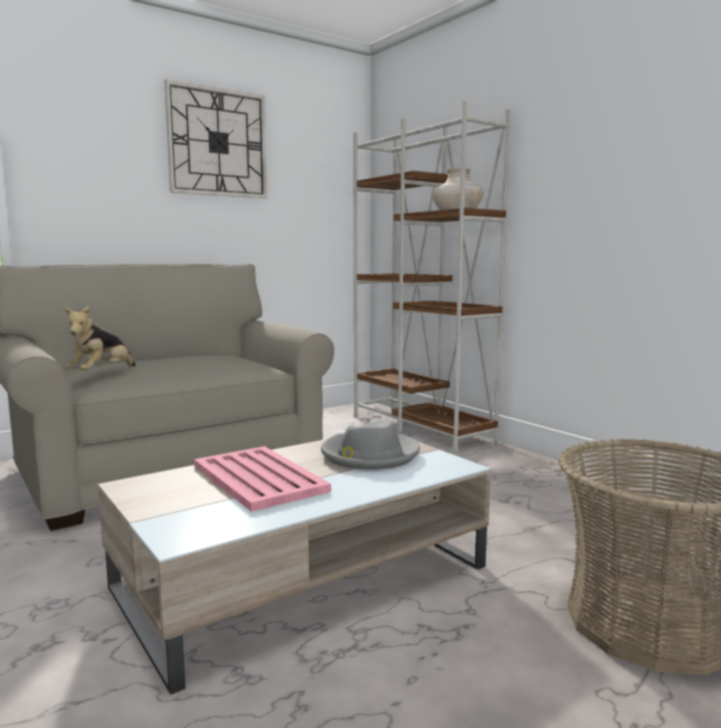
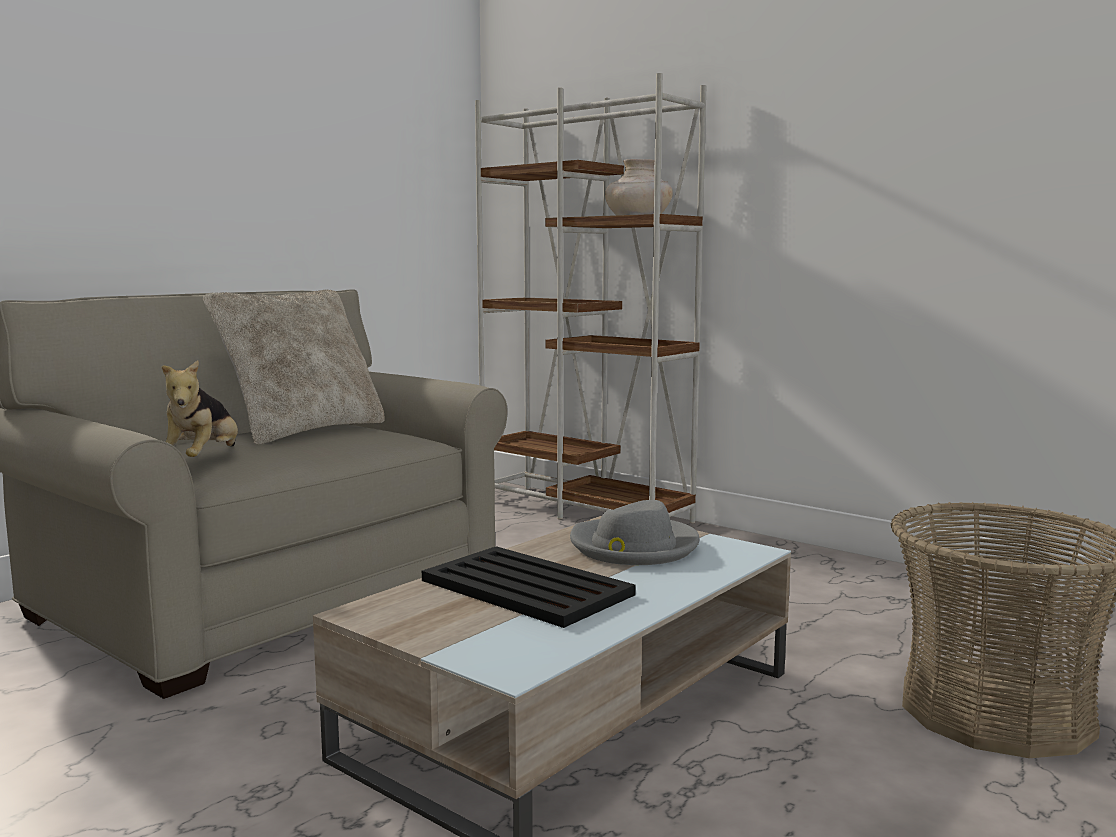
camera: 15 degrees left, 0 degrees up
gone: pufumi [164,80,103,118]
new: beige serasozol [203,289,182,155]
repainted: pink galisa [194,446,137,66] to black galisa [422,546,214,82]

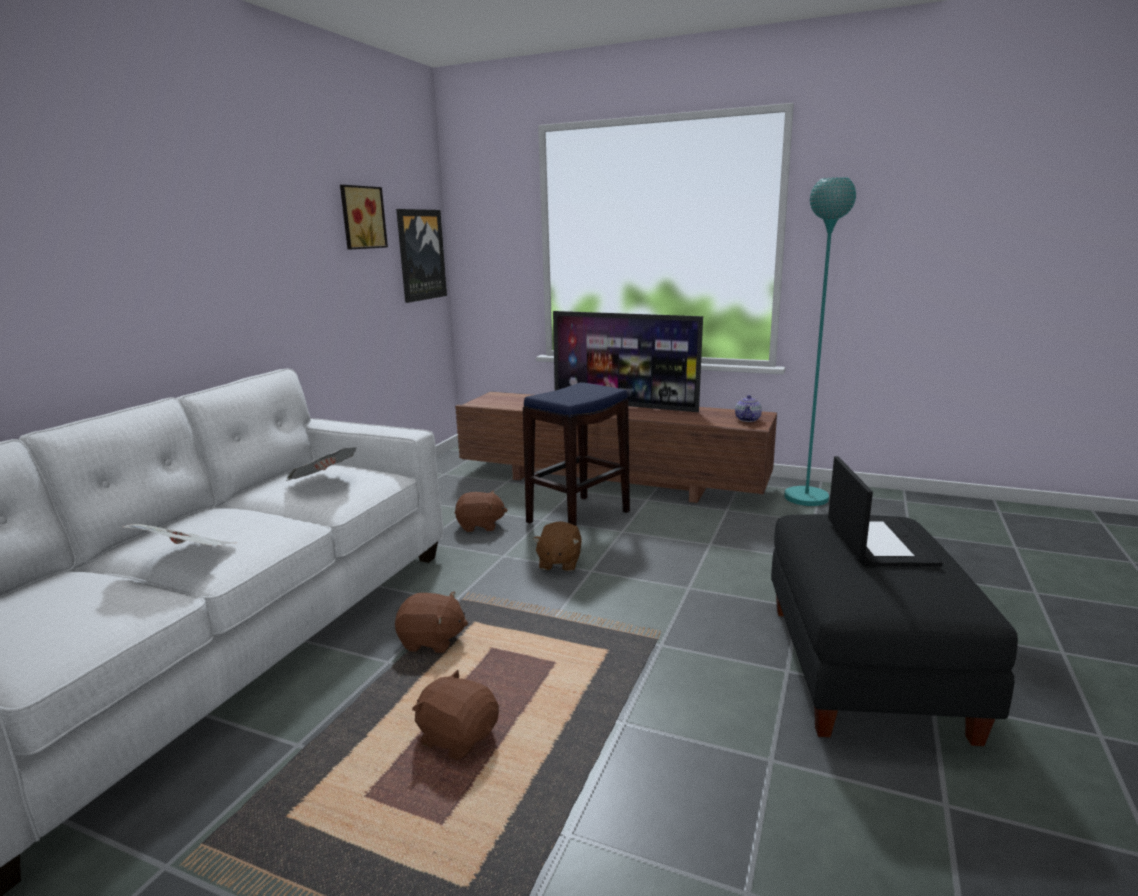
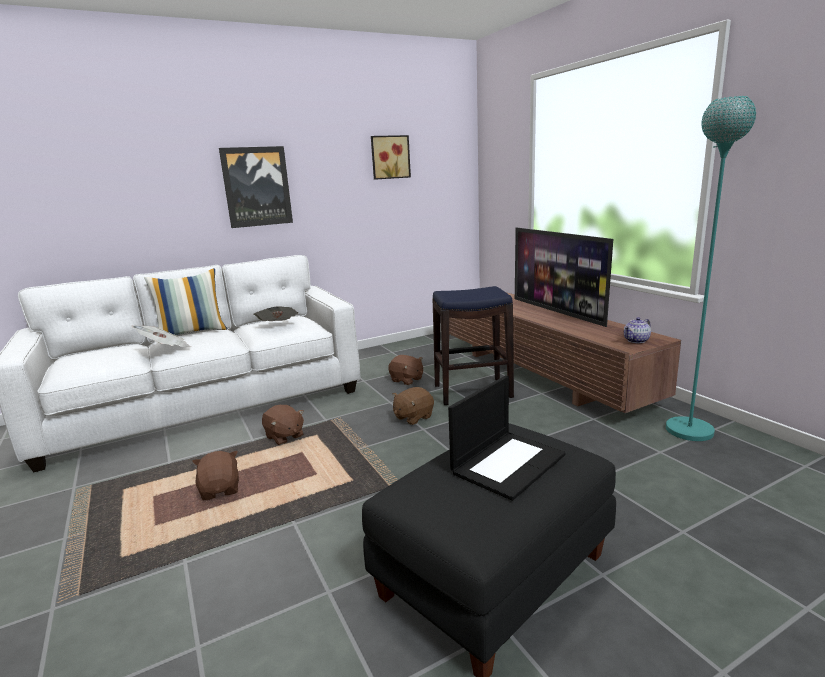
camera: 40 degrees right, 0 degrees up
new: serasozol [144,268,83,67]
shifted: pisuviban [396,209,51,94] to [219,146,74,82]

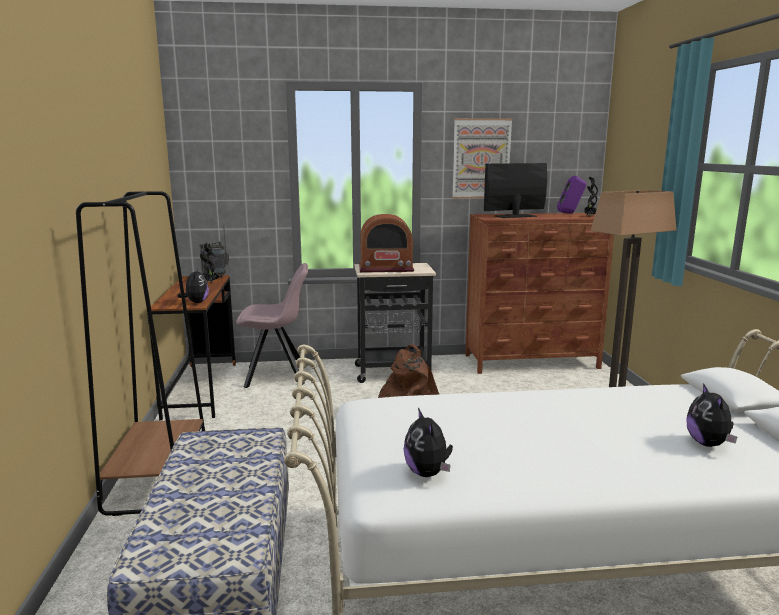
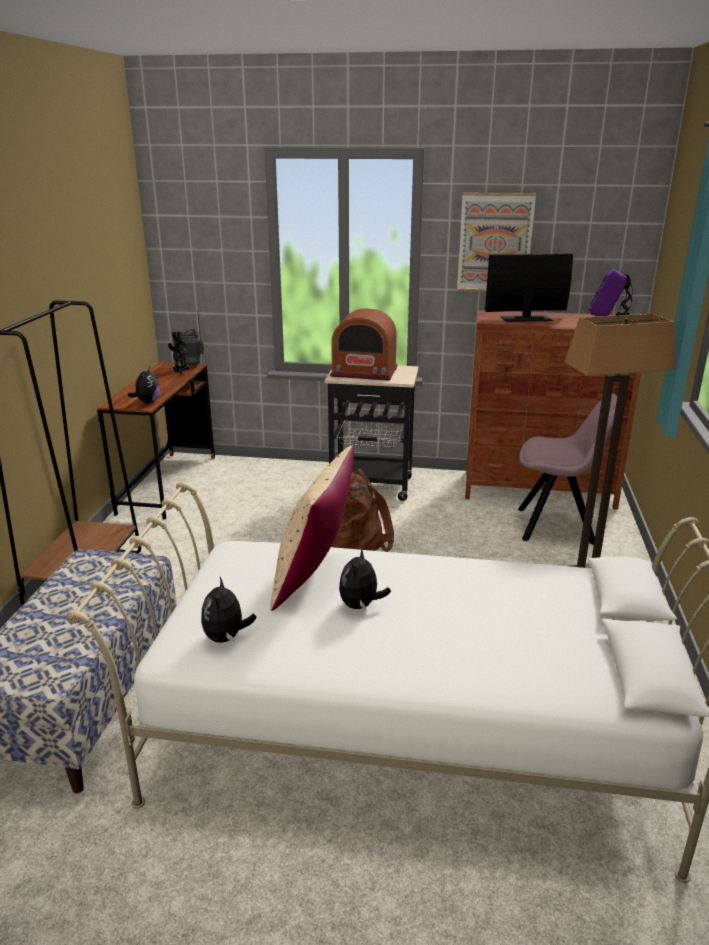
camera: 15 degrees right, 10 degrees up
new: beige serasozol [270,446,84,165]
shifted: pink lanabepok [236,263,72,125] to [518,393,99,152]; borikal [686,383,51,64] to [339,548,52,62]

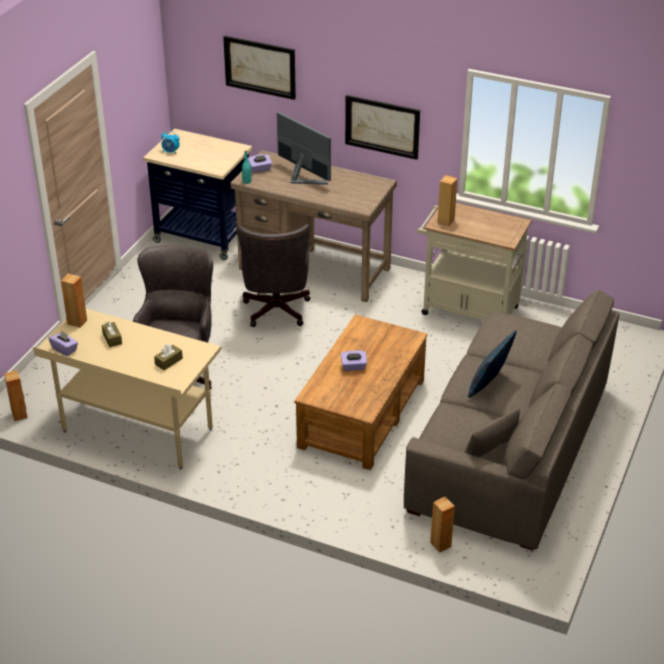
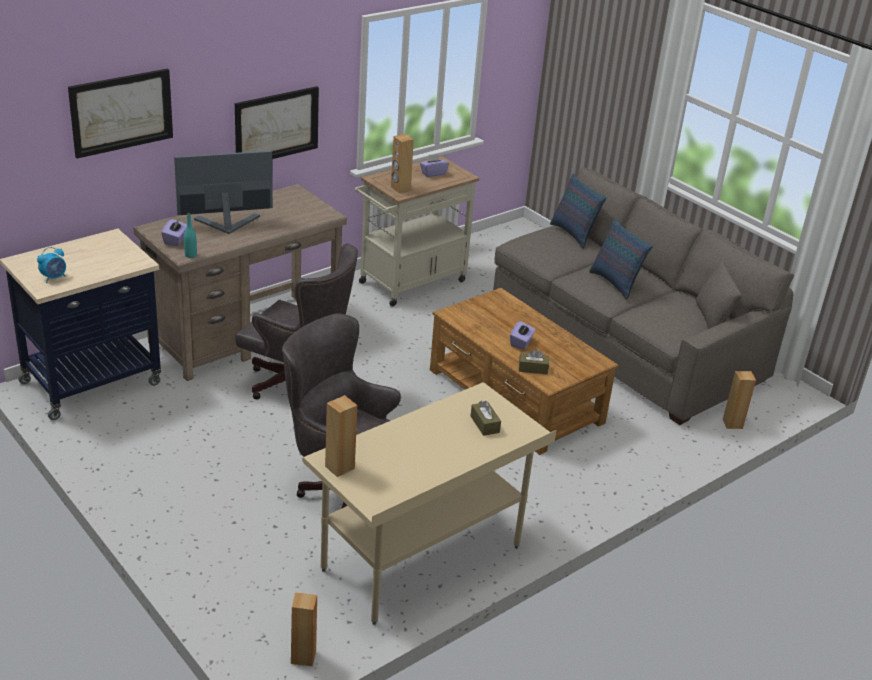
camera: 65 degrees left, 5 degrees down
new: blue serasozol [550,174,57,74]
shifted: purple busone [49,331,29,25] to [420,154,29,23]; brown busone [102,322,20,25] to [519,349,30,25]

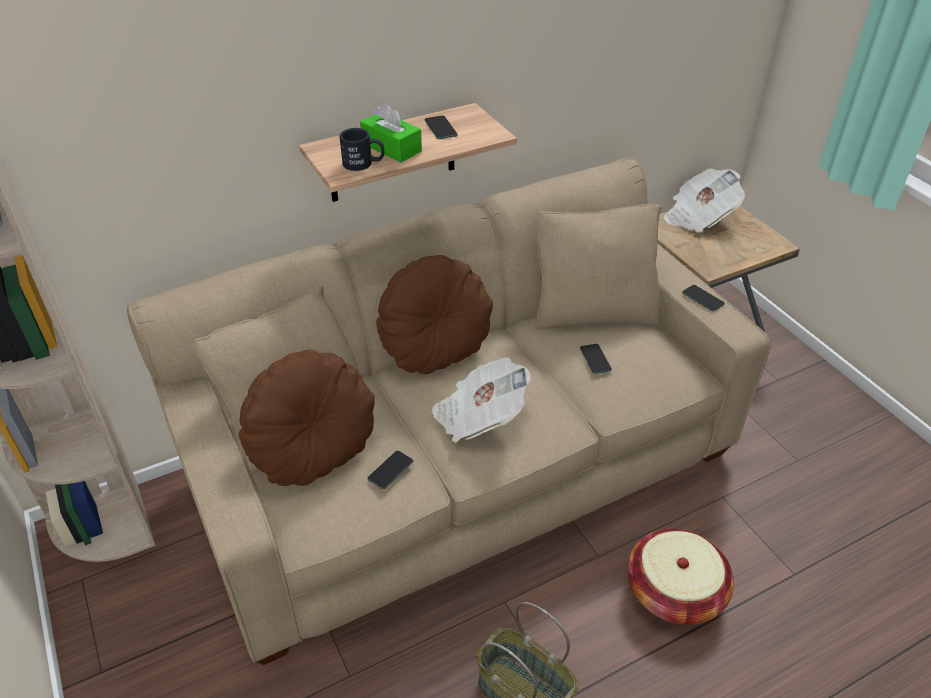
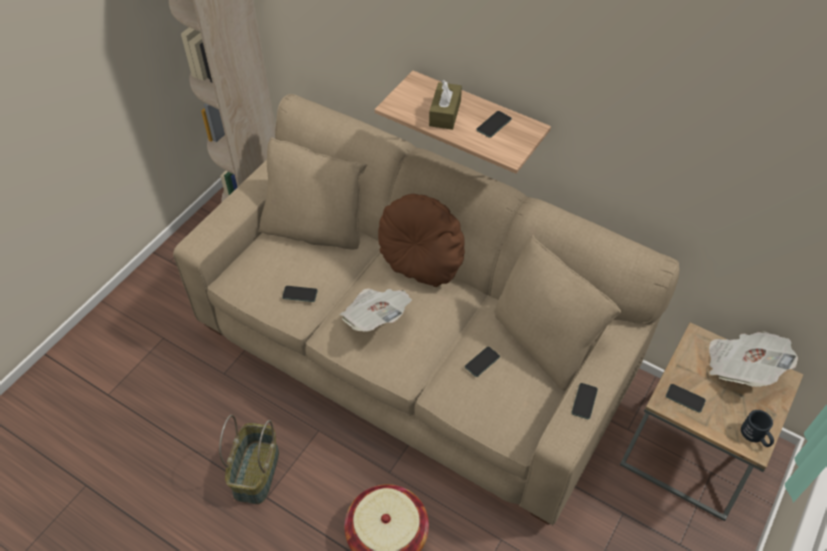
camera: 60 degrees right, 10 degrees up
gone: brown serasozol [239,350,136,136]
new: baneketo [666,384,40,29]
shifted: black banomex [339,128,45,43] to [741,410,33,37]
repainted: green busone [360,103,62,59] to brown busone [429,80,33,50]

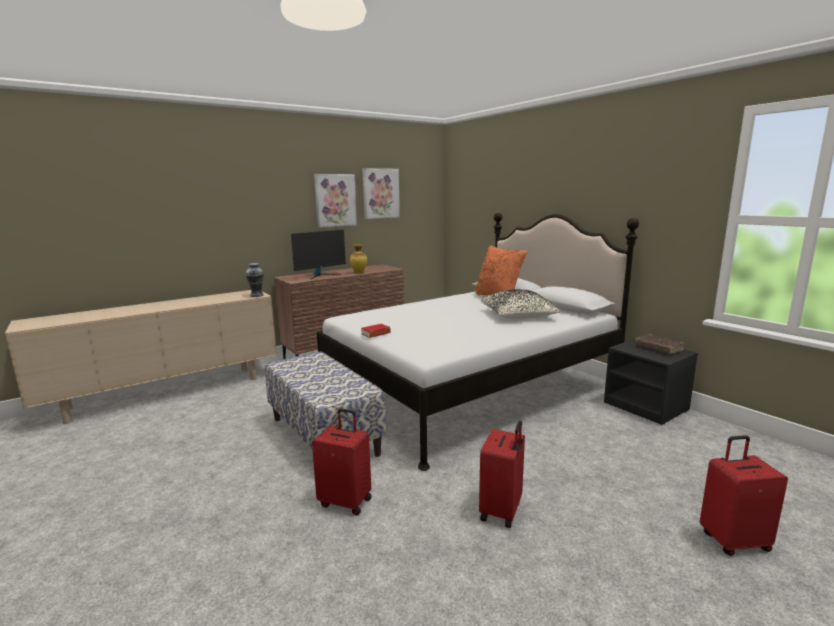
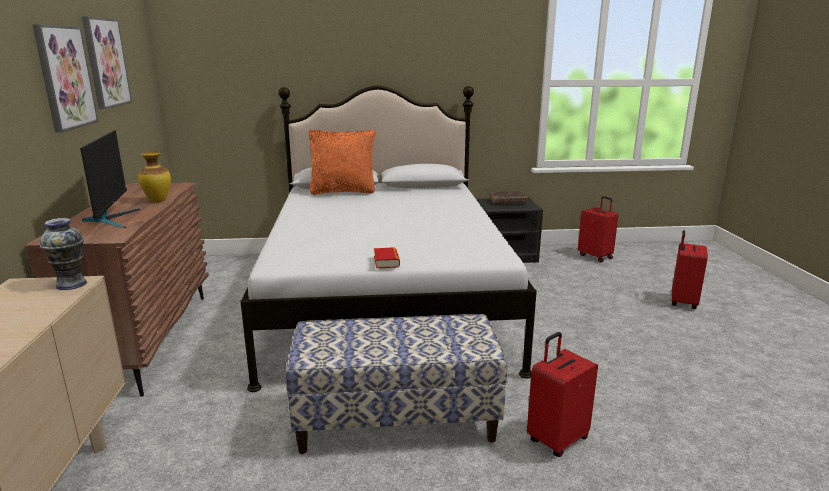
camera: 60 degrees left, 5 degrees up
gone: beige serasozol [481,289,79,30]
shifted: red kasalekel [479,420,46,108] to [578,196,40,66]

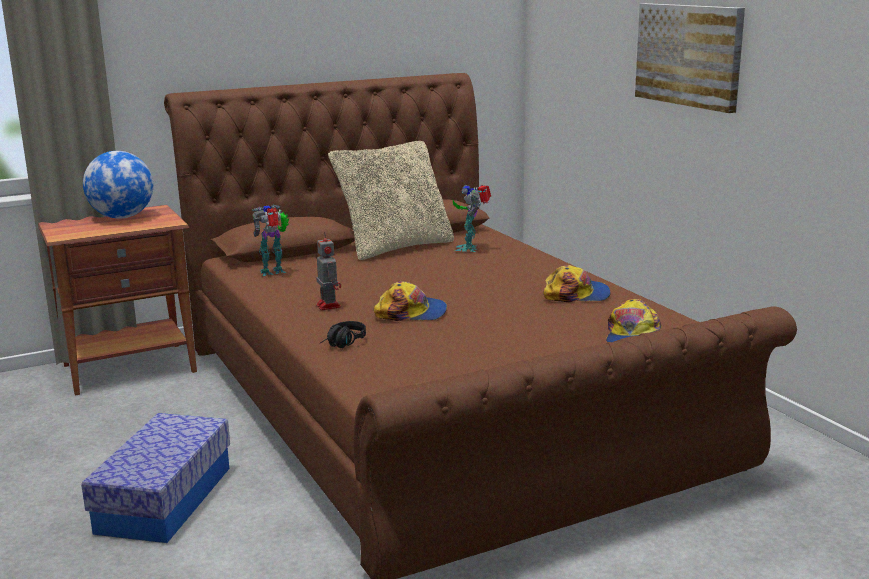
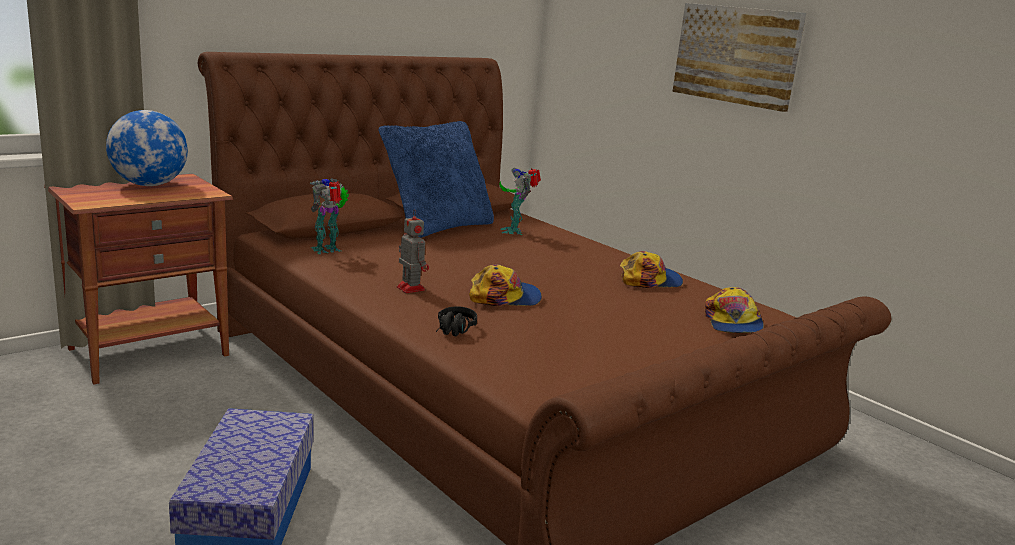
camera: 15 degrees left, 0 degrees up
repainted: beige serasozol [328,141,126,119] to blue serasozol [379,121,115,117]

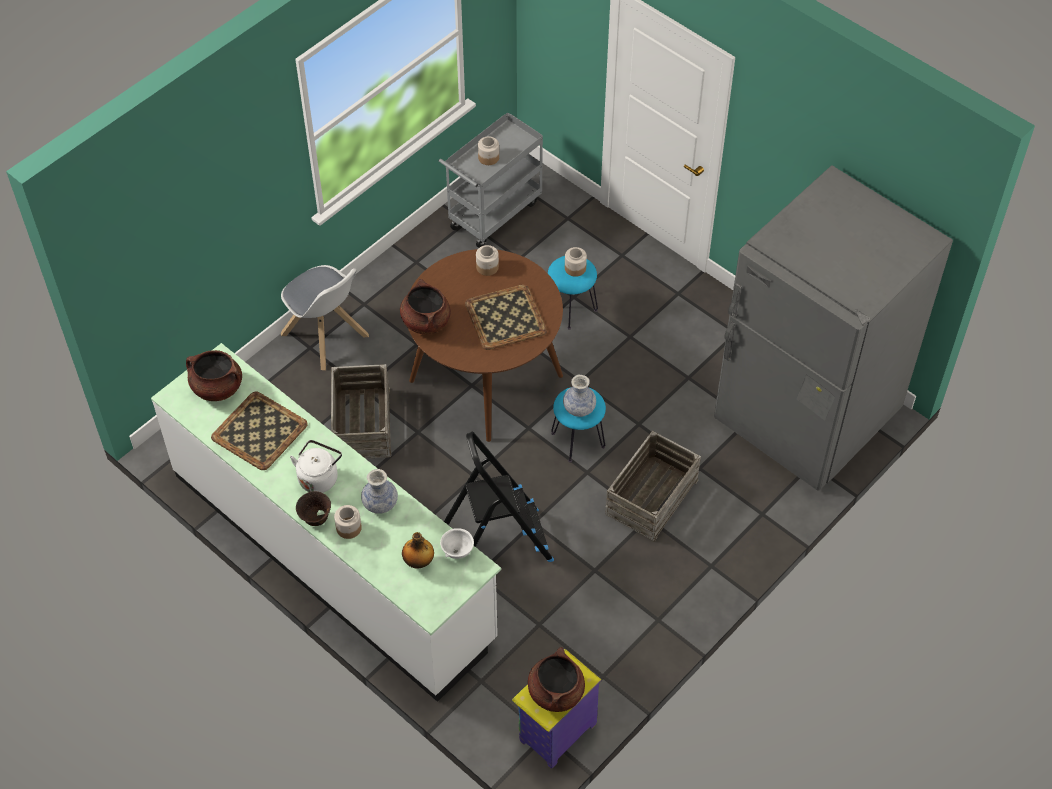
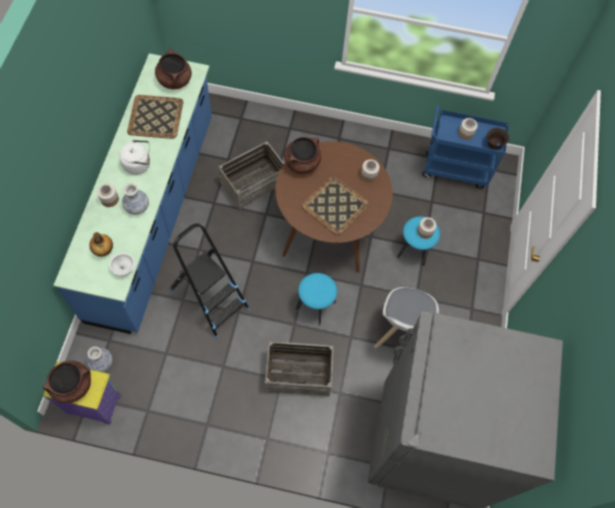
camera: 55 degrees right, 10 degrees up
shifted: lanabepok [281,265,88,105] to [374,287,65,62]; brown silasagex [296,491,35,35] to [486,127,23,23]; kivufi [563,374,33,43] to [87,346,26,26]
repainted: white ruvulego [151,343,350,359] to blue ruvulego [54,53,158,281]; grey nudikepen [439,112,104,136] to blue nudikepen [422,105,87,83]

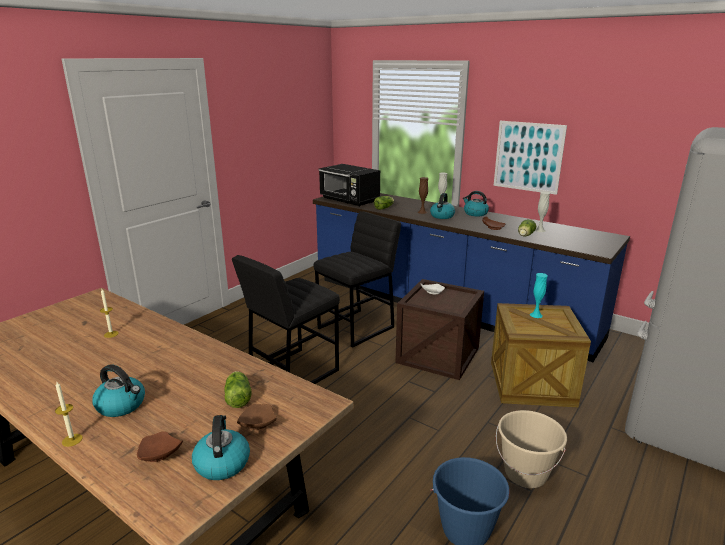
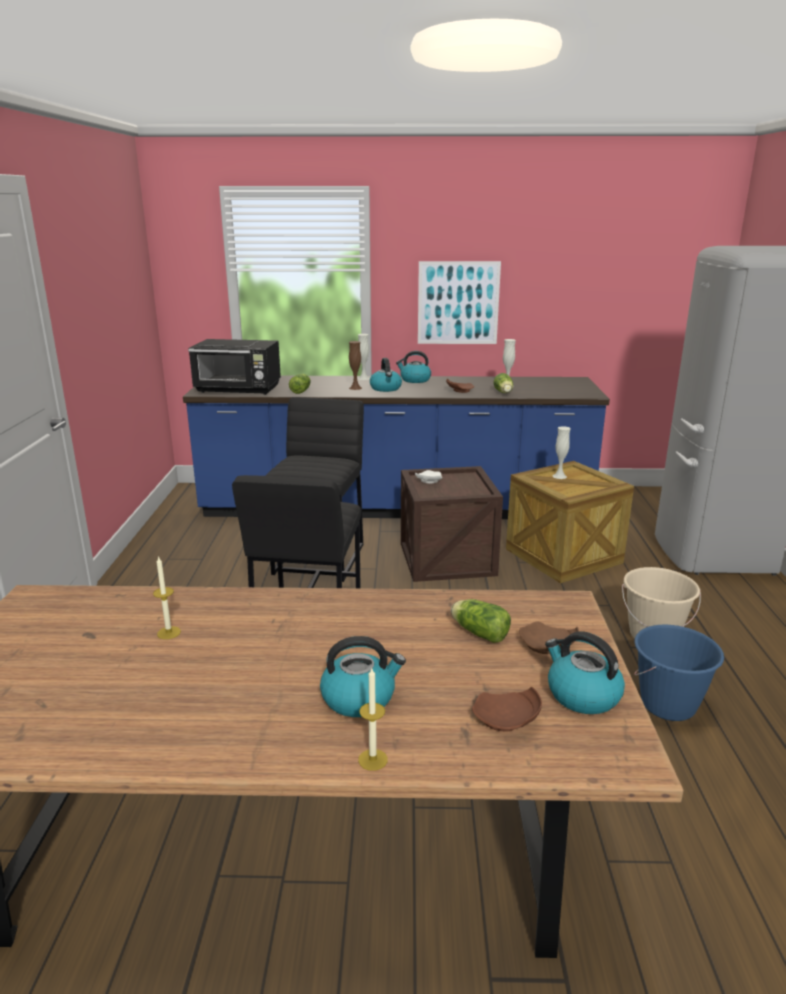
camera: 35 degrees left, 0 degrees up
repainted: turquoise kivufi [530,273,18,45] to white kivufi [553,426,18,53]

